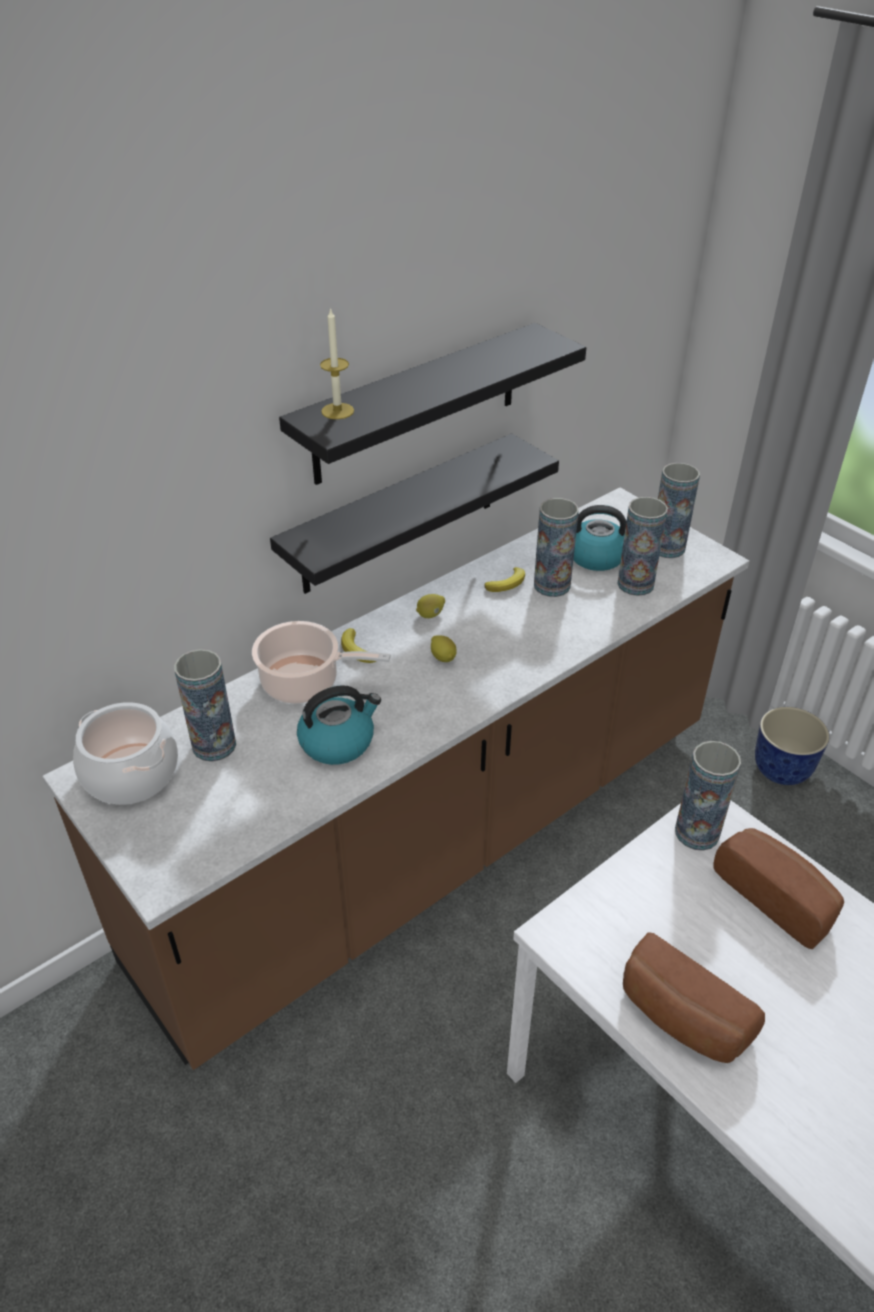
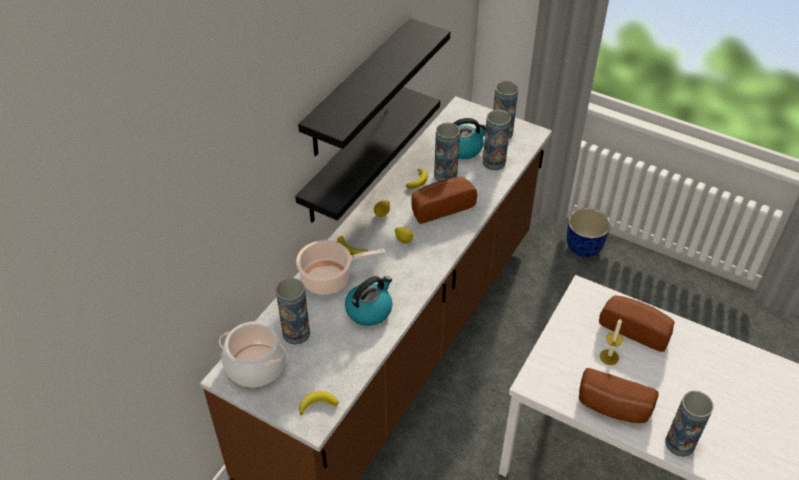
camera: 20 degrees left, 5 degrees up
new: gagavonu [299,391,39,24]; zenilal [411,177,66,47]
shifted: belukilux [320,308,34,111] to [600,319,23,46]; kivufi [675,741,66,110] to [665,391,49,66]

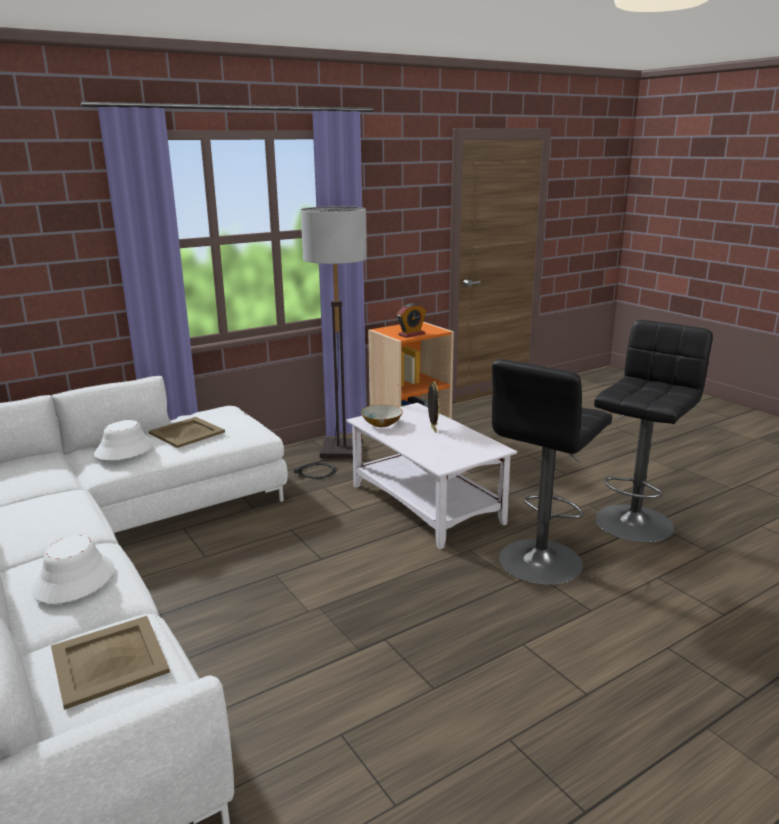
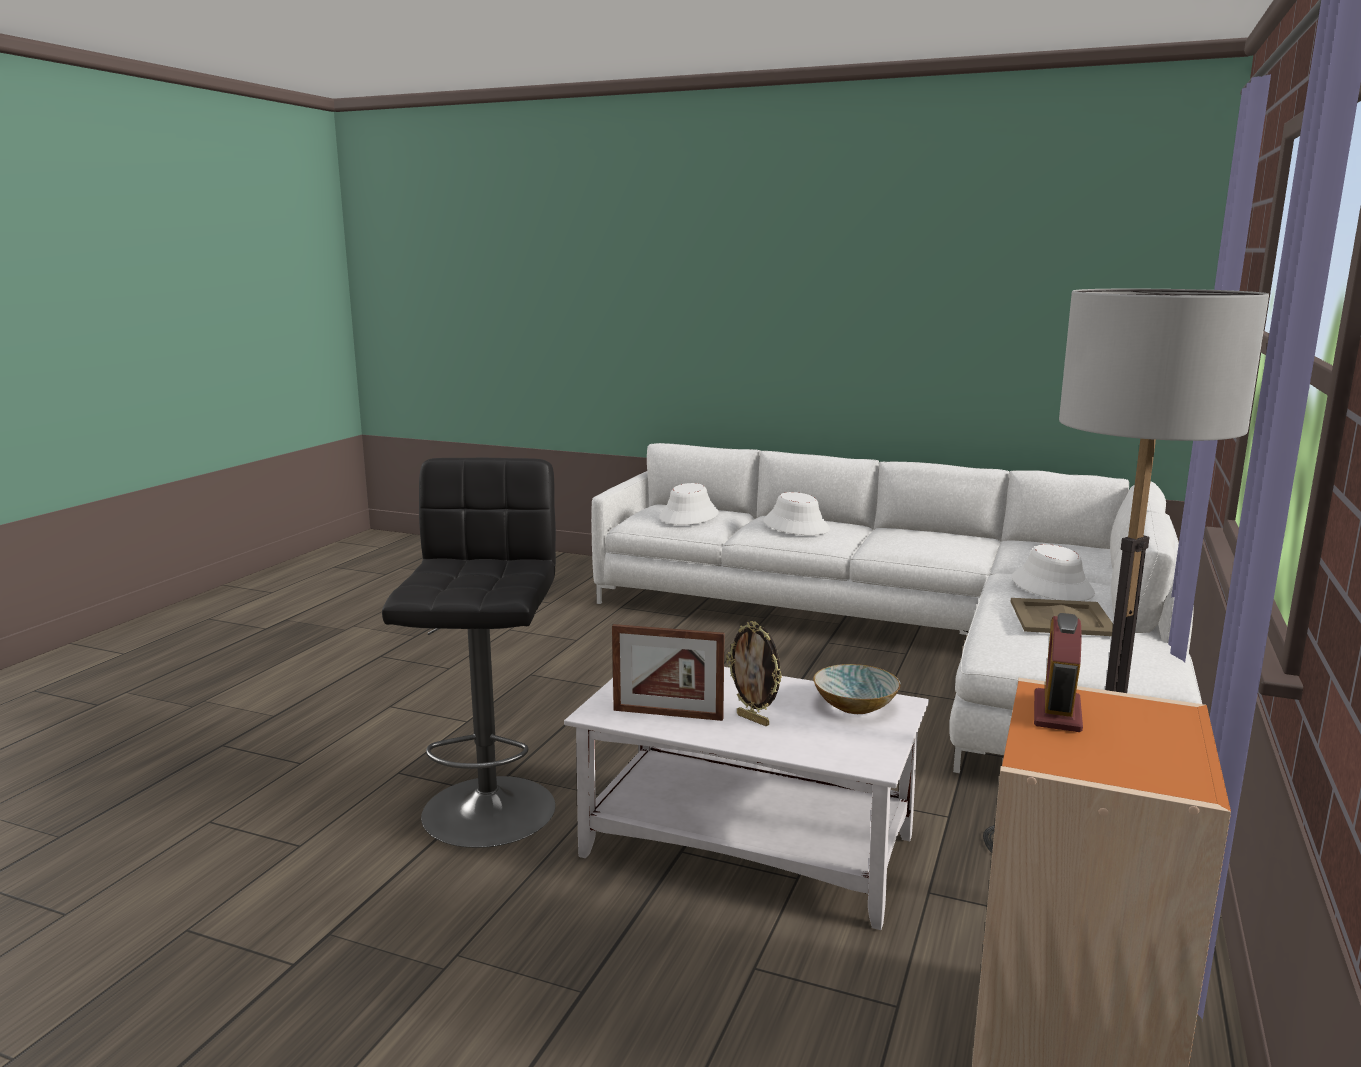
camera: 145 degrees right, 5 degrees down
gone: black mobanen [594,320,119,222]
new: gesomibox [612,624,112,97]
swapped: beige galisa [51,616,119,94] to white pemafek [659,483,60,42]

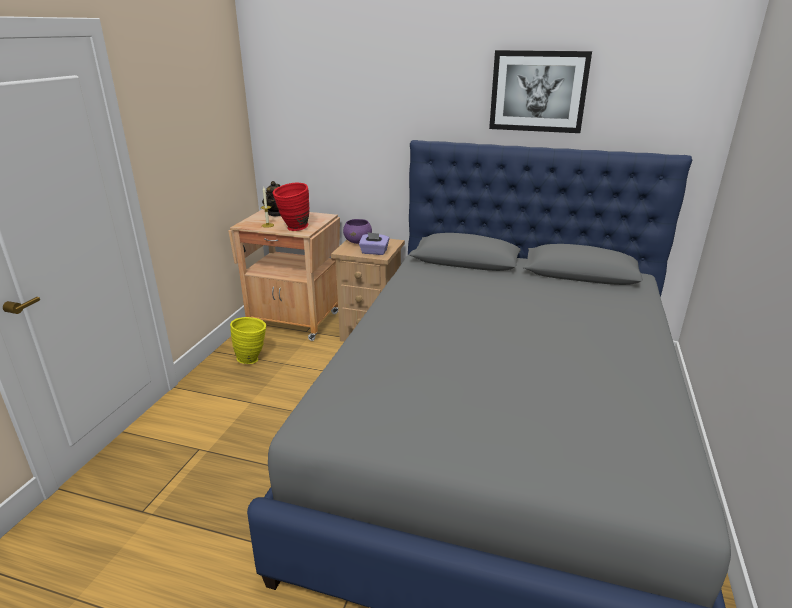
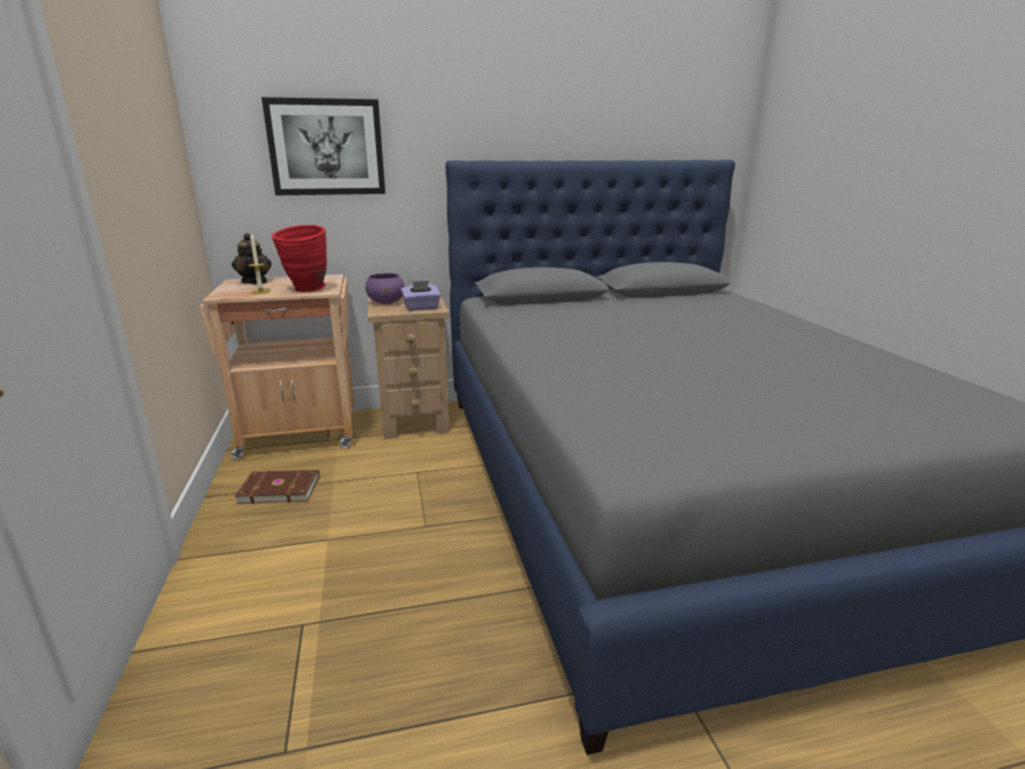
camera: 30 degrees left, 5 degrees down
shifted: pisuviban [489,50,103,83] to [261,97,124,98]
swapped: yellow kivufi [230,317,36,47] to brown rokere [235,470,85,34]

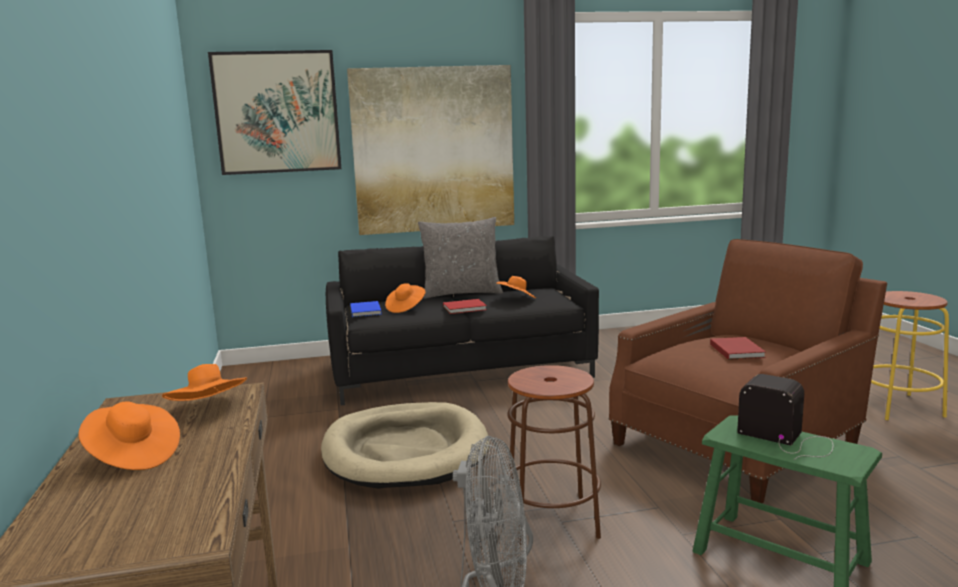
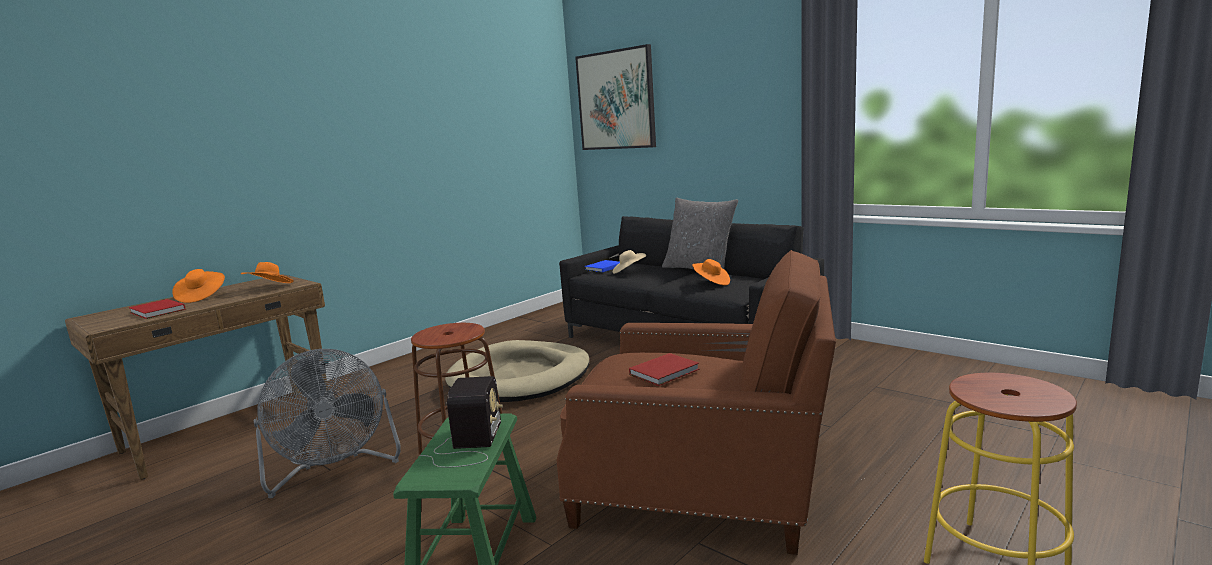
camera: 55 degrees right, 0 degrees up
gone: pisuviban [347,65,167,170]
shifted: red rokere [443,299,44,15] to [129,299,56,20]
repainted: orange pemafek [385,283,40,30] to beige pemafek [613,250,33,24]

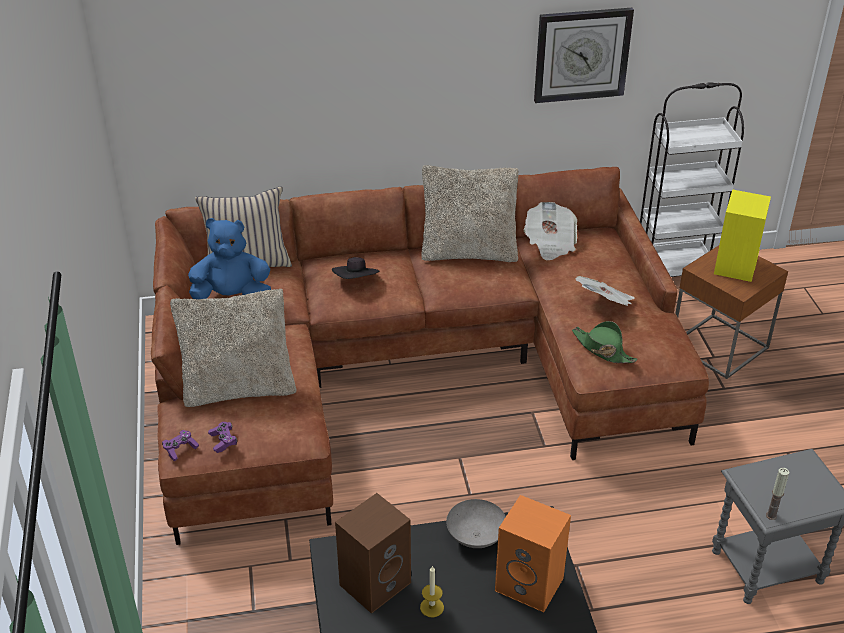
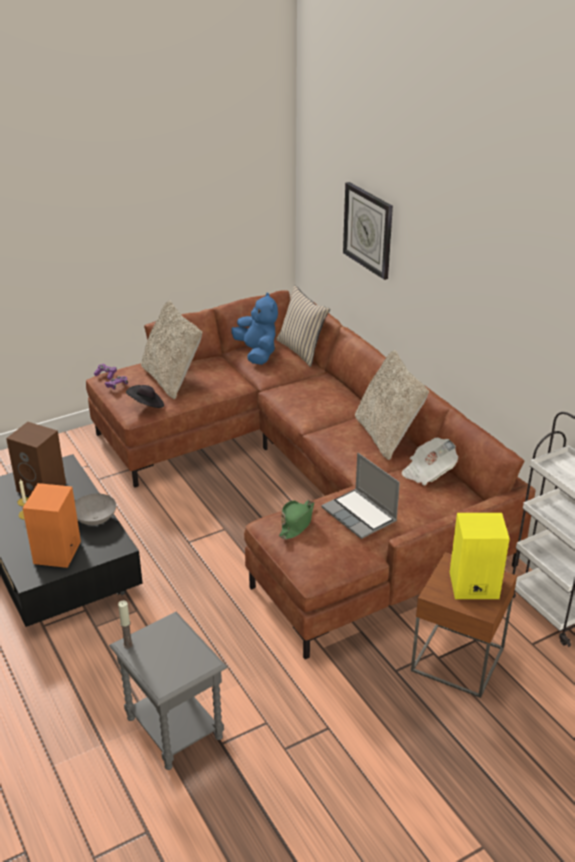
camera: 70 degrees right, 5 degrees down
shifted: black pemafek [332,257,47,22] to [126,385,38,23]; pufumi [534,8,100,95] to [343,182,50,98]
swapped: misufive [576,276,58,30] to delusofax [322,453,78,86]

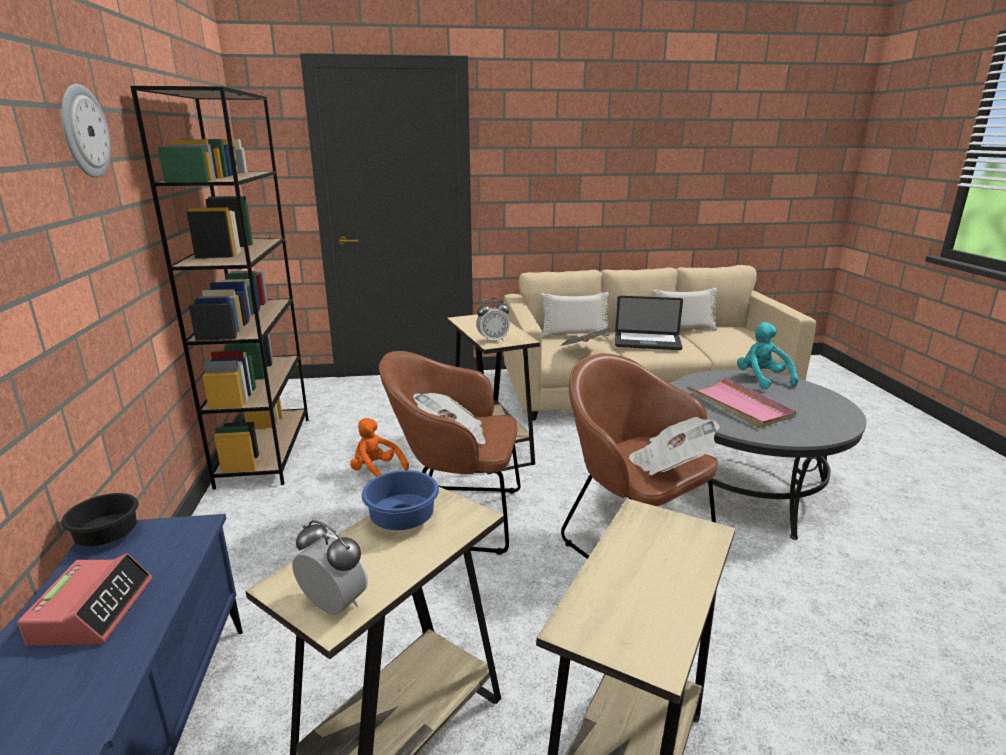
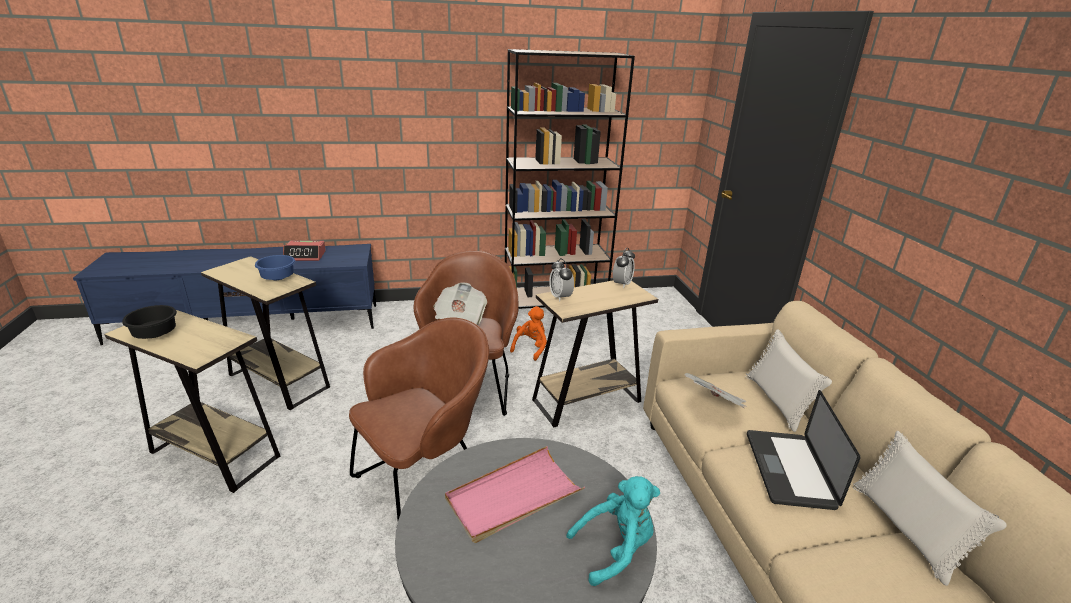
camera: 85 degrees right, 5 degrees up
gone: pufumi [61,84,50,94]; misufive [629,417,91,58]
shifted: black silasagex [61,493,78,53] to [122,305,55,34]; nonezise [292,520,76,95] to [613,248,22,40]

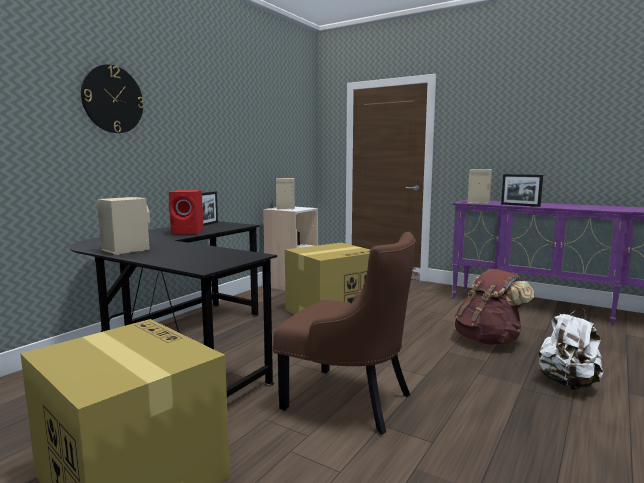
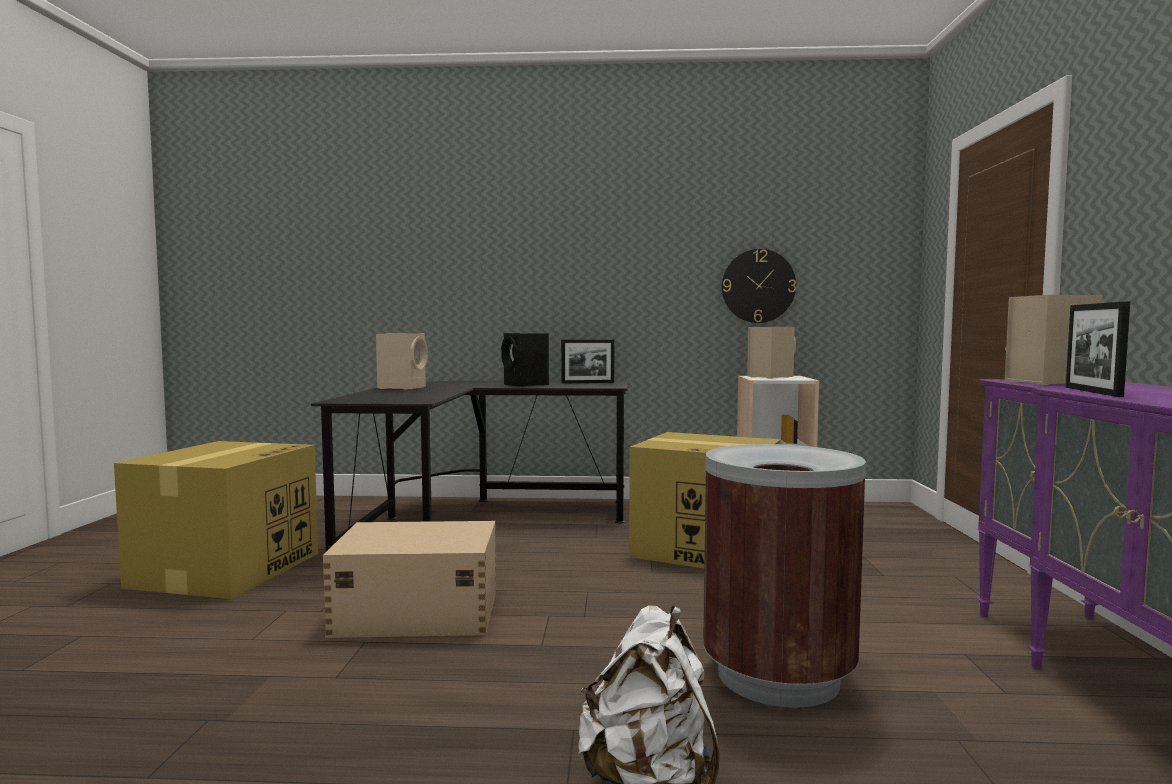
camera: 60 degrees right, 5 degrees down
shifted: pufumi [81,64,63,69] to [722,249,74,74]
swapped: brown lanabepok [273,232,143,202] to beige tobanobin [323,521,173,117]; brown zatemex [455,269,80,76] to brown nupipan [703,444,163,264]
repainted: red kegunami [169,190,35,44] to black kegunami [501,333,48,54]

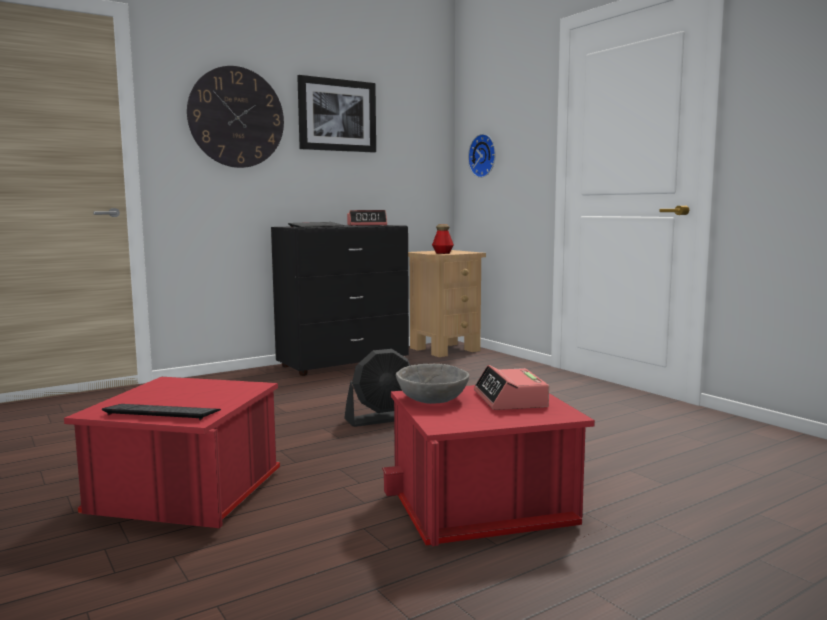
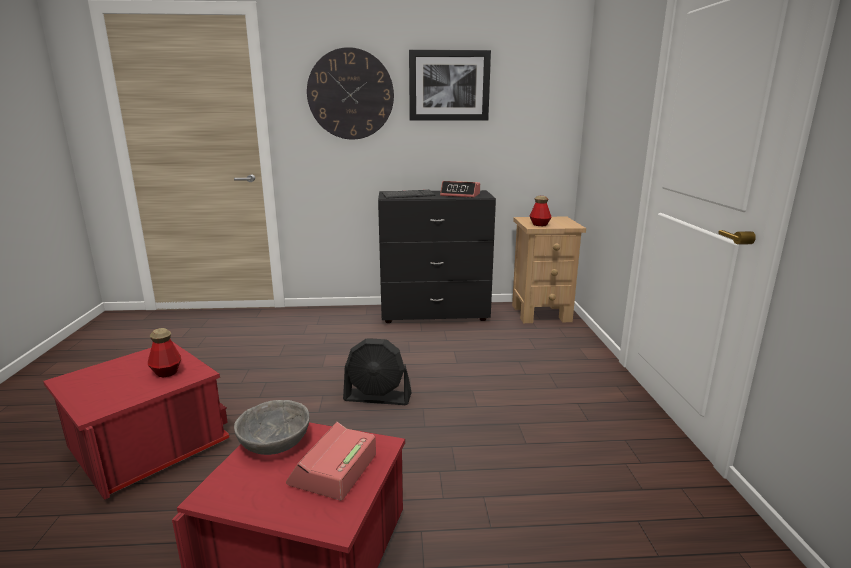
camera: 30 degrees right, 10 degrees up
gone: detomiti [102,404,119,17]; pufumi [468,134,28,44]
new: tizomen [148,328,33,50]

